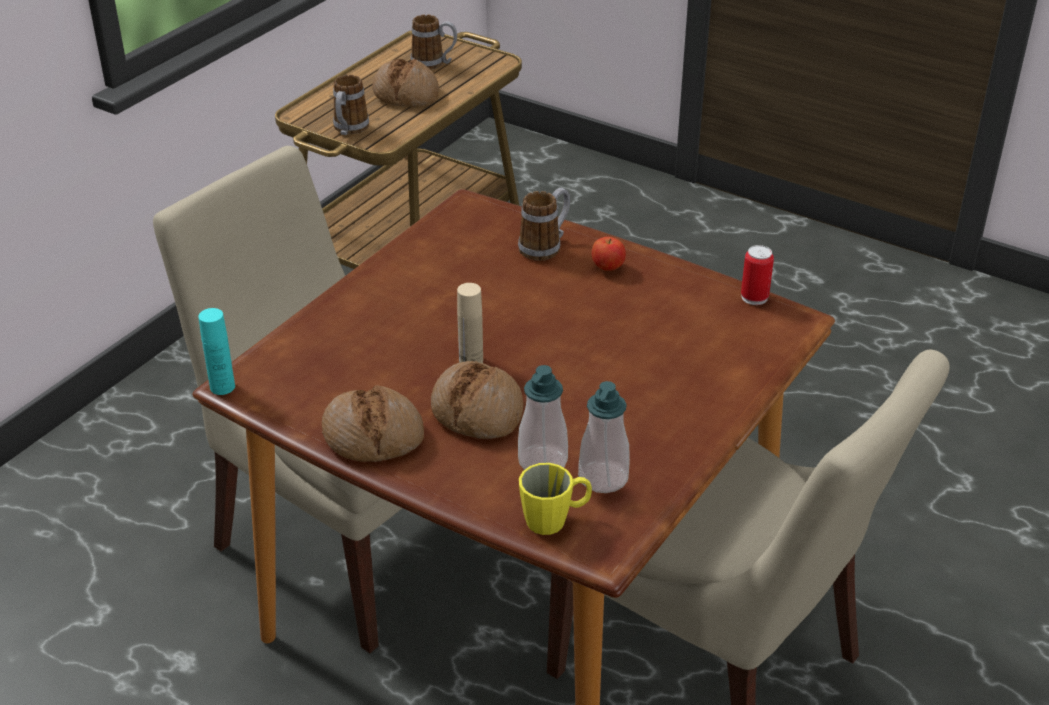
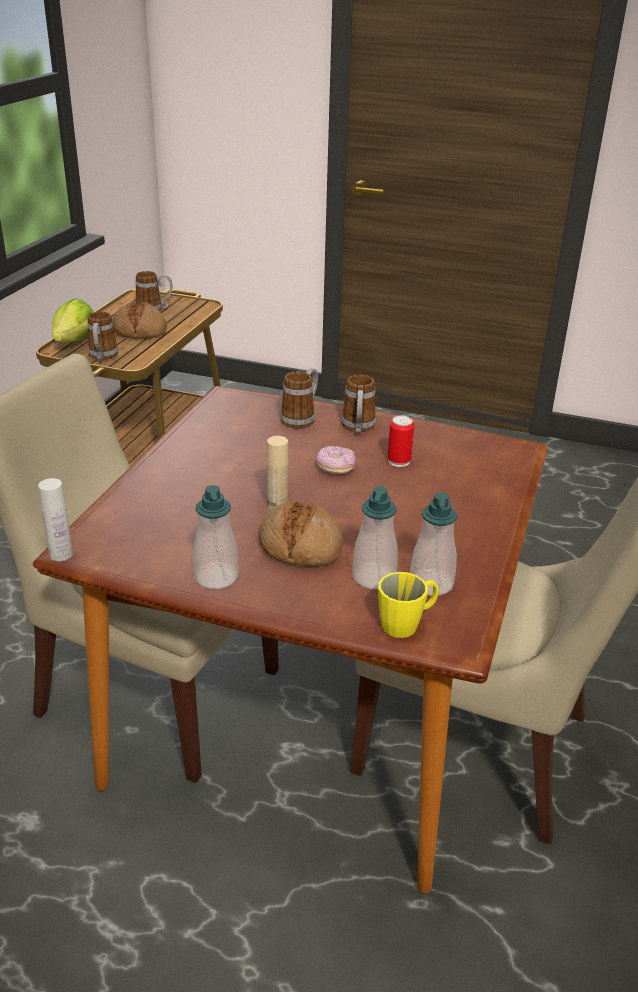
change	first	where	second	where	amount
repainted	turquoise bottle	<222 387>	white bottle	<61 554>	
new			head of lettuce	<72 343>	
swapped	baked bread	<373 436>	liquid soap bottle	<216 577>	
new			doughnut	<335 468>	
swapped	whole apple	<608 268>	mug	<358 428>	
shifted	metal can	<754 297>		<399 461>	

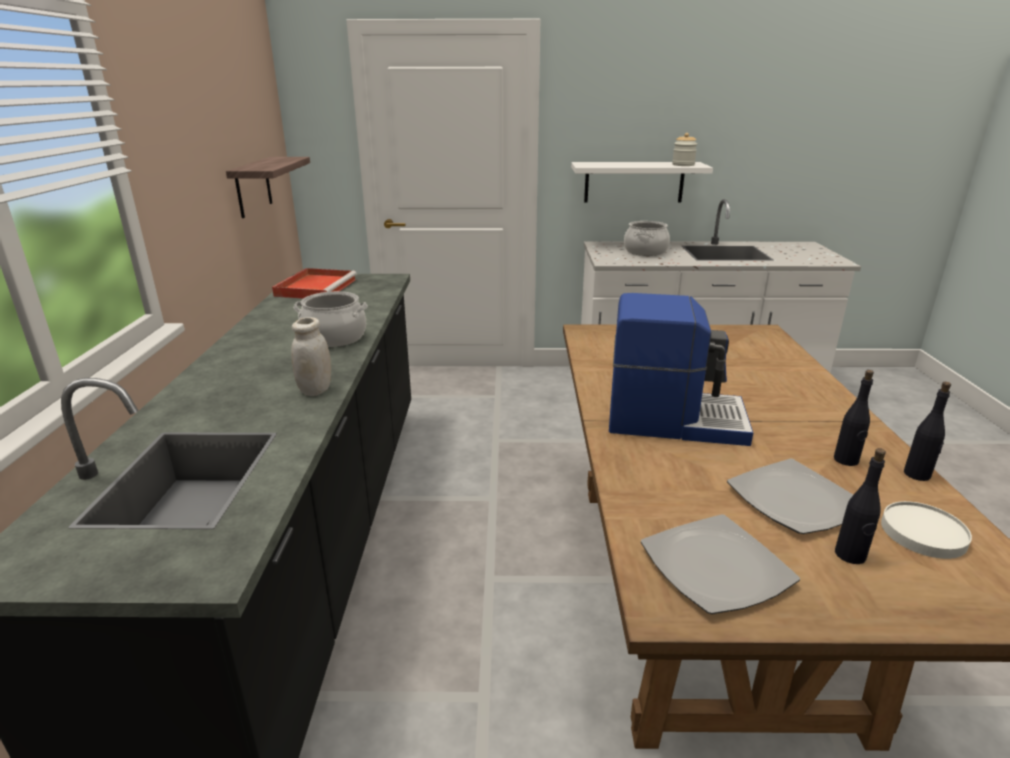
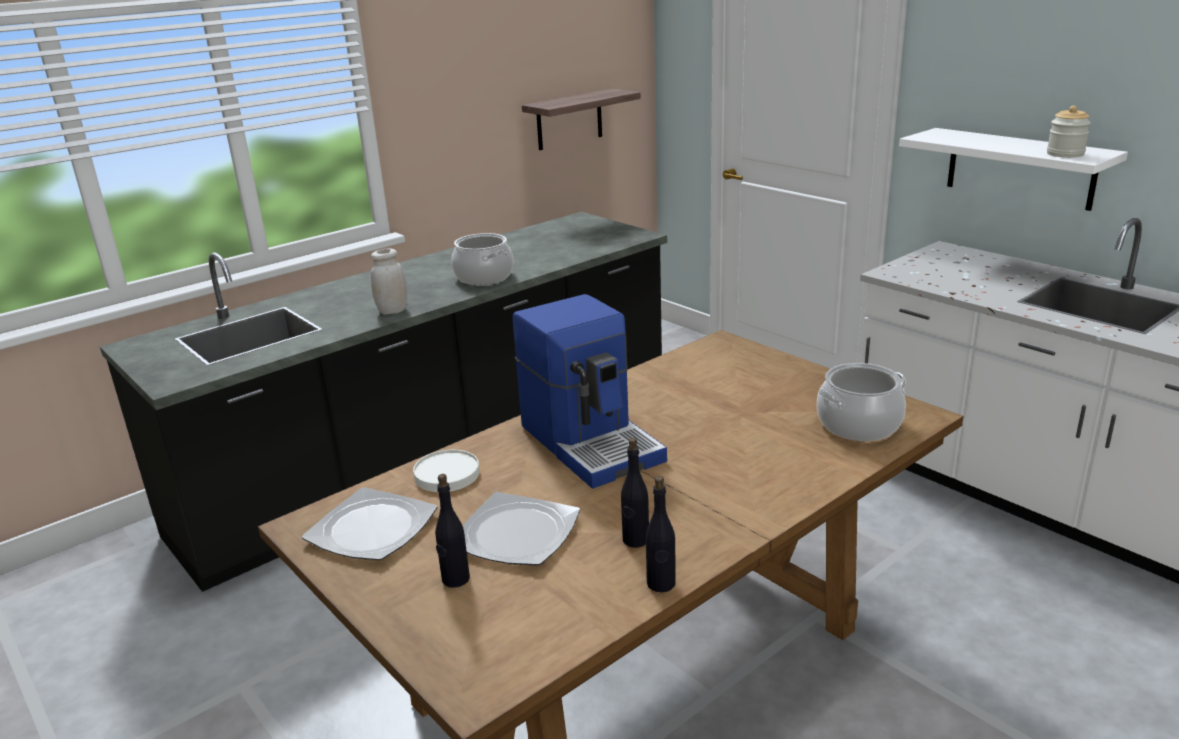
change	first	where	second	where	amount
shifted	white plate	<923 533>		<447 474>	
shifted	saucepot	<645 251>		<858 424>	
gone	red-coloured carrying tray	<316 287>			

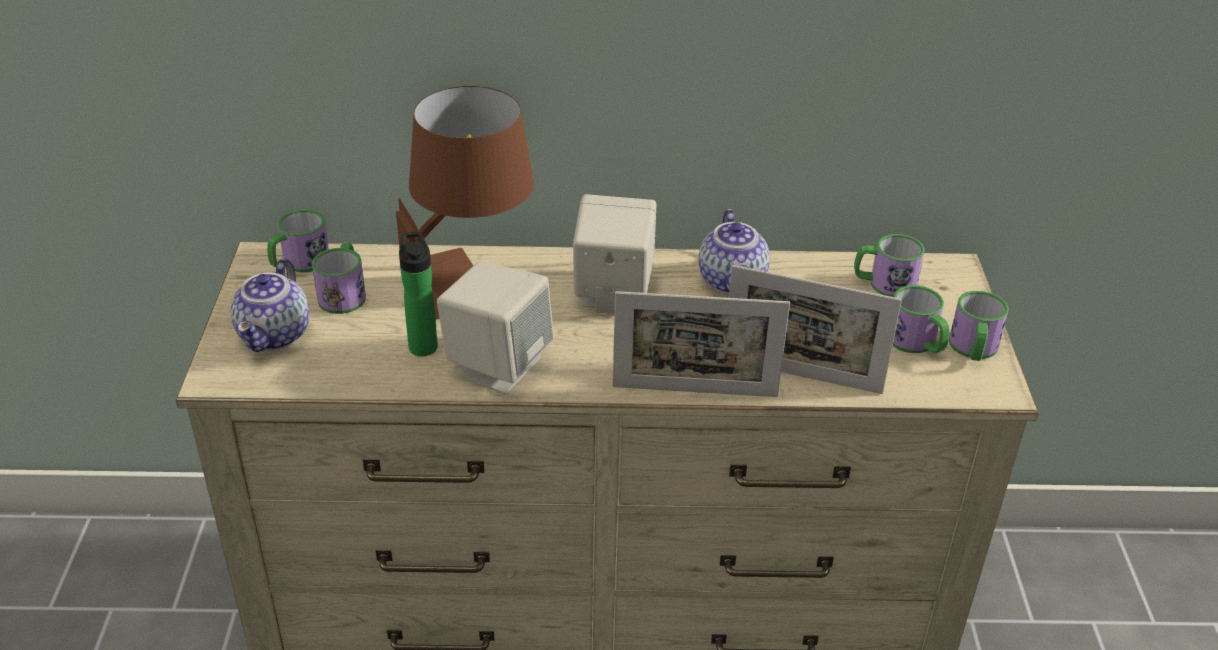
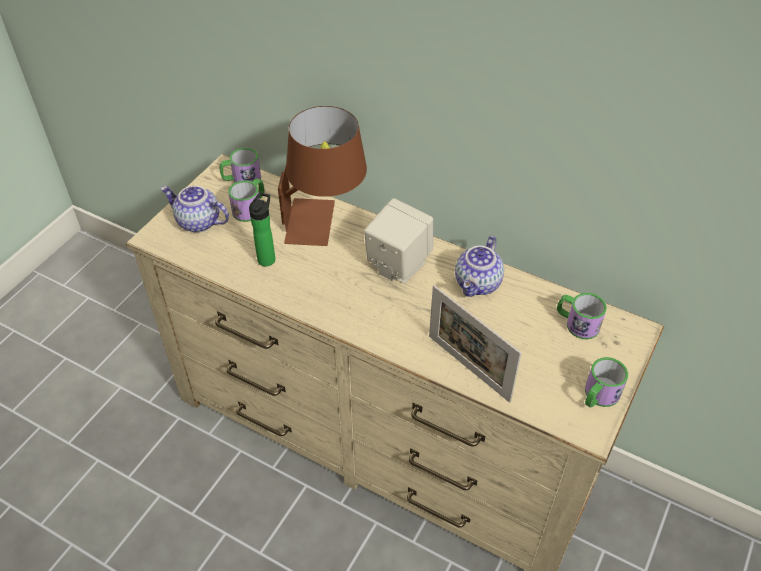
change	first	where	second	where	amount
rotated	pot for tea	<276 336>		<197 222>	75 degrees clockwise
gone	beige-coloured loudspeaker	<498 365>			
gone	picture frame	<694 391>			
gone	mug	<917 343>			

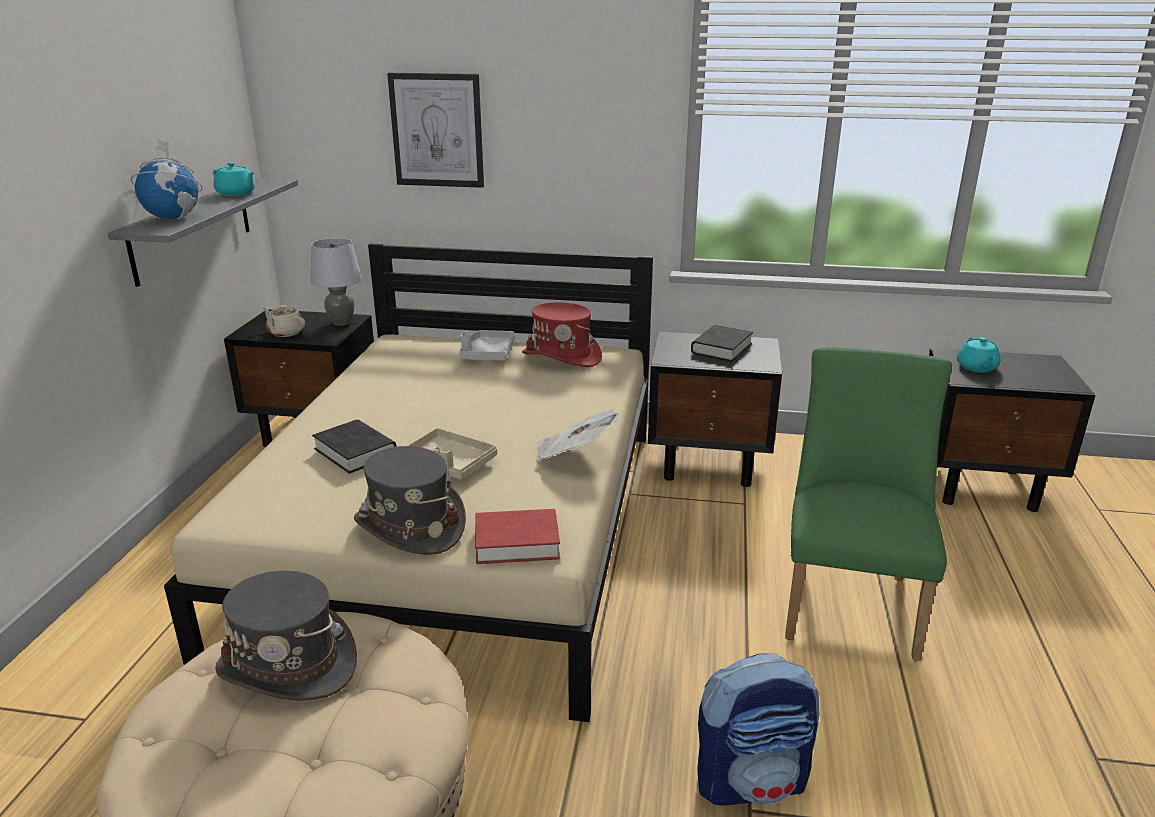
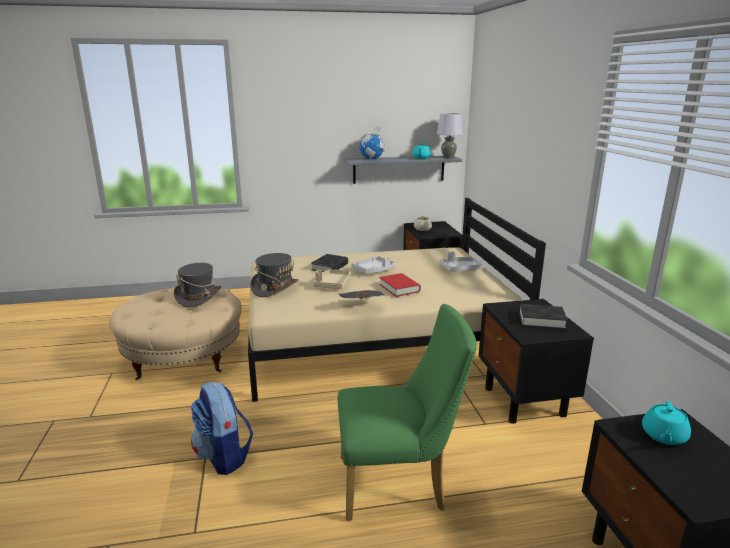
change	first	where	second	where	amount
new			gray carrying tray	<373 270>	
shifted	red-coloured book	<517 542>		<399 288>	
shifted	gray lamp for a table	<341 322>		<448 158>	
rotated	turquoise pot for tea	<976 368>		<663 436>	45 degrees counterclockwise
gone	wall picture	<437 130>			
gone	red-coloured wearable hat	<562 356>			

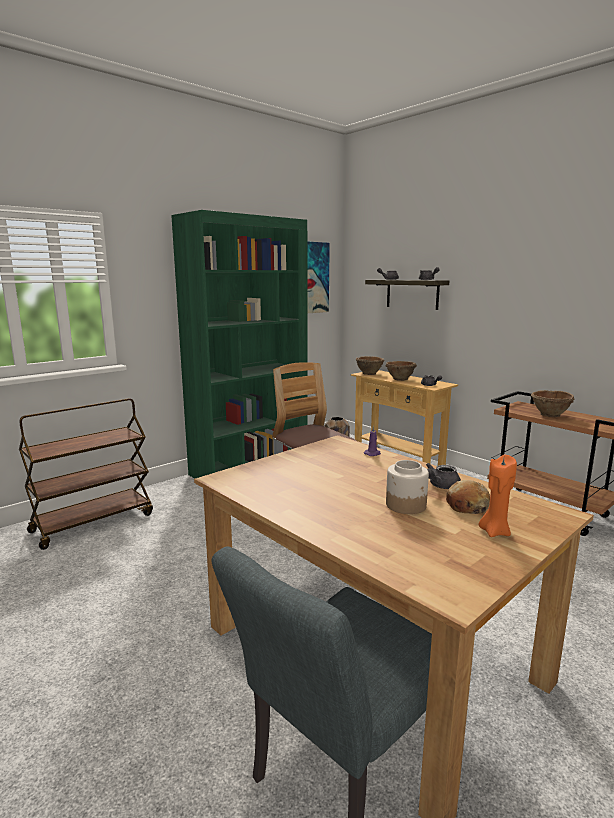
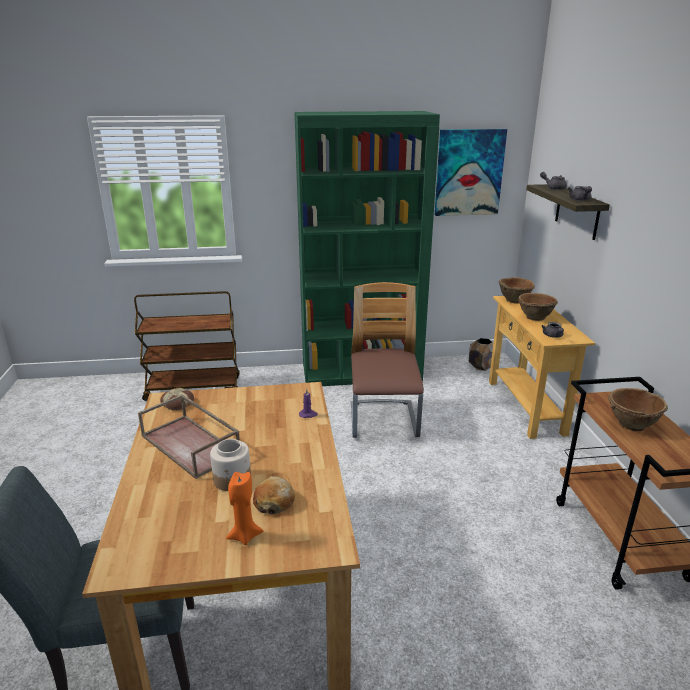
change	first	where	second	where	amount
new			brown-coloured carrying tray	<191 445>	
new			baked bread	<178 403>	
gone	gray pot for tea	<440 486>			

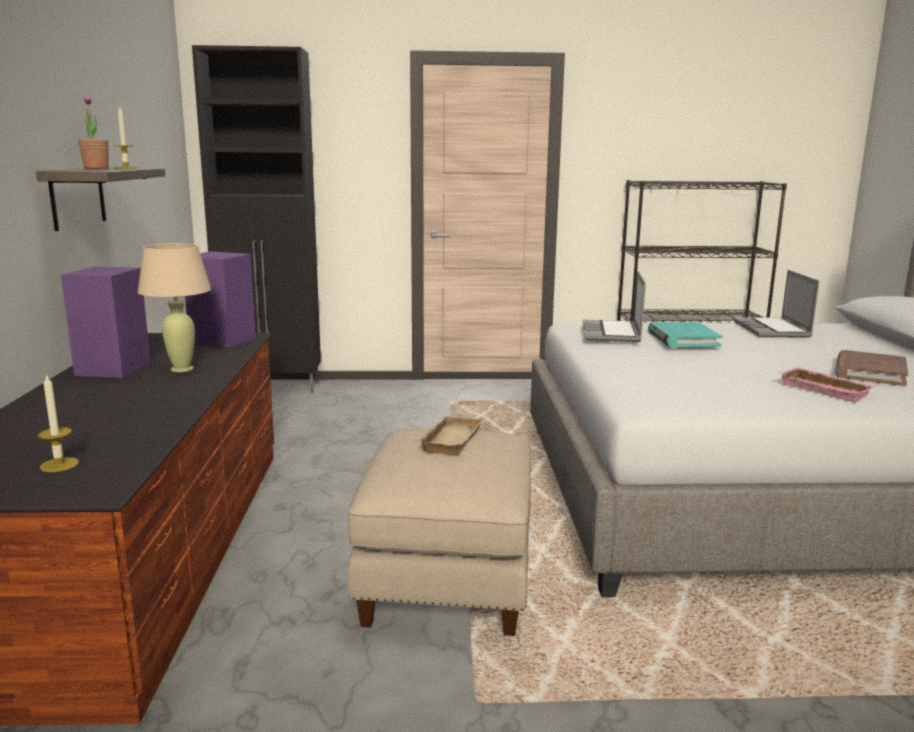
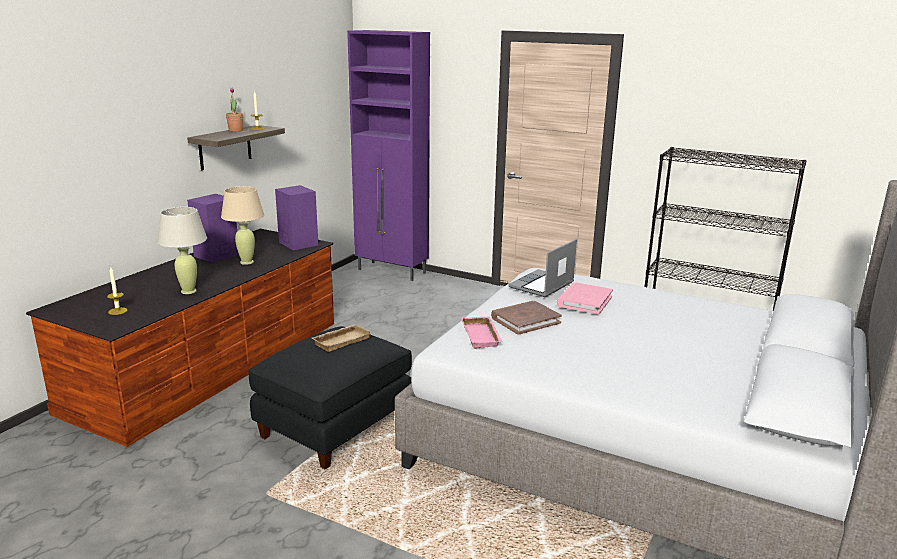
change	first	where	second	where	amount
new			beige-coloured lamp for a table	<188 291>	
repainted	beige-coloured footrest	<446 577>	black-coloured footrest	<334 426>	
repainted	black-coloured cabinet	<273 387>	purplish cabinet	<392 271>	
shifted	pink-coloured carrying tray	<827 389>		<482 336>	
shifted	brown-coloured book	<869 372>		<525 320>	
repainted	turquoise book	<682 339>	pink-coloured book	<584 301>	
gone	laptop	<773 330>			

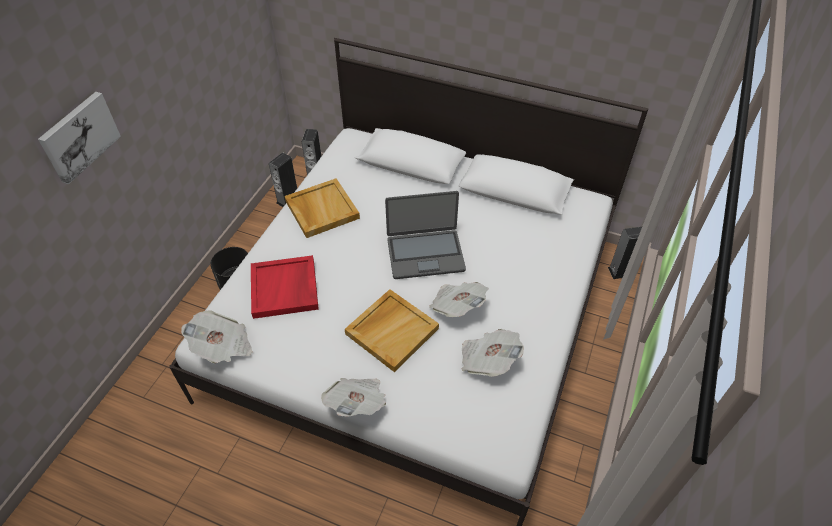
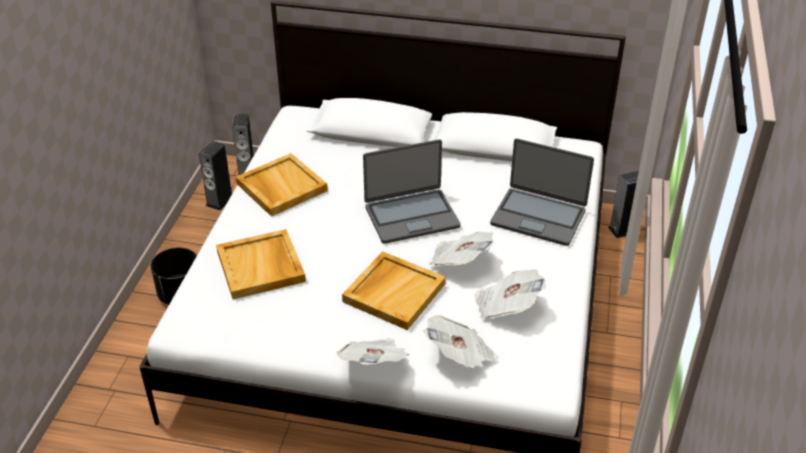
change	first	where	second	where	amount
repainted	red-coloured carrying tray	<285 289>	beige-coloured carrying tray	<261 267>	
shifted	newspaper	<223 347>		<460 356>	
new			laptop	<538 217>	
gone	wall picture	<79 136>			

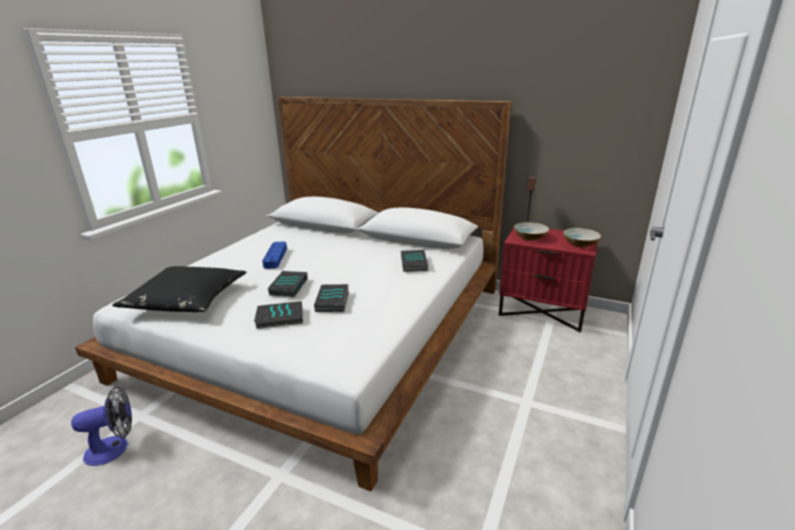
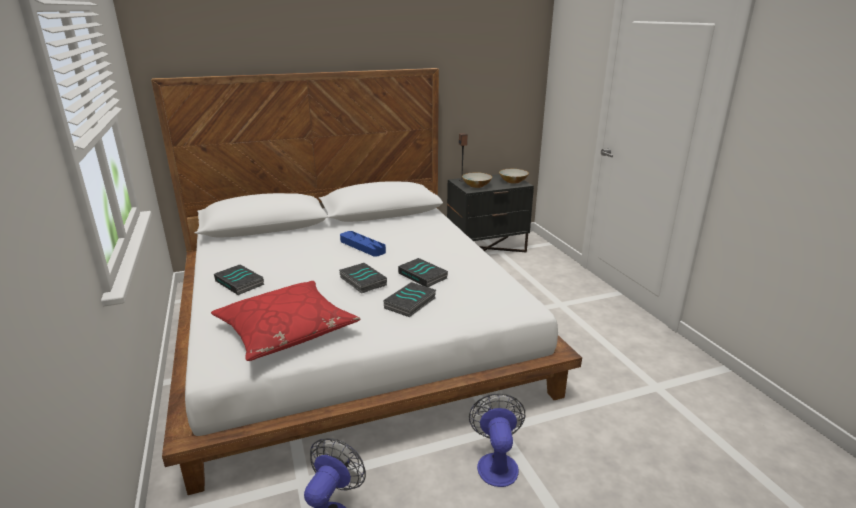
change	first	where	second	where	amount
repainted	black-coloured cushion	<187 299>	red-coloured cushion	<286 330>	
shifted	book	<414 263>		<240 283>	
shifted	blue-coloured carrying tray	<275 257>		<362 246>	
repainted	red-coloured nightstand	<542 311>	black-coloured nightstand	<487 248>	
new			fan	<496 463>	

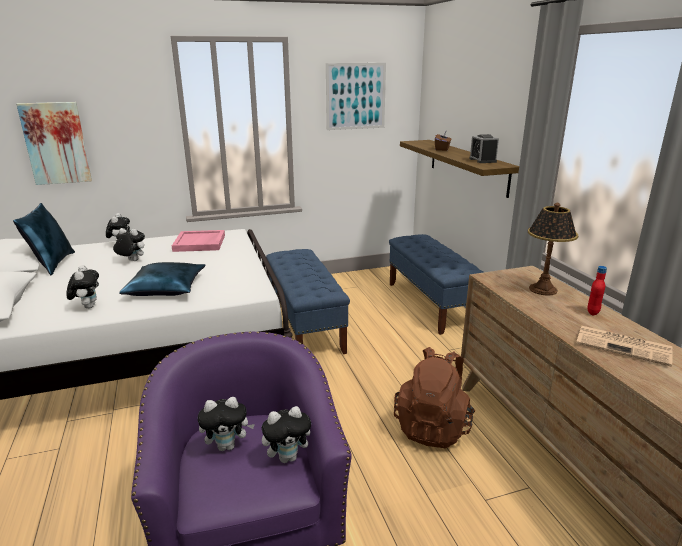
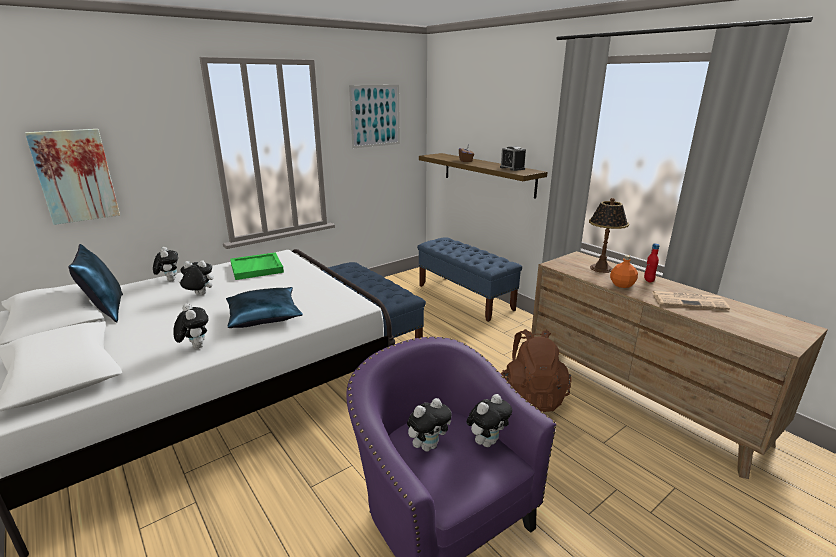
change	first	where	second	where	amount
repainted	pink-coloured carrying tray	<200 243>	green-coloured carrying tray	<257 268>	
new			orange bottle	<621 285>	

